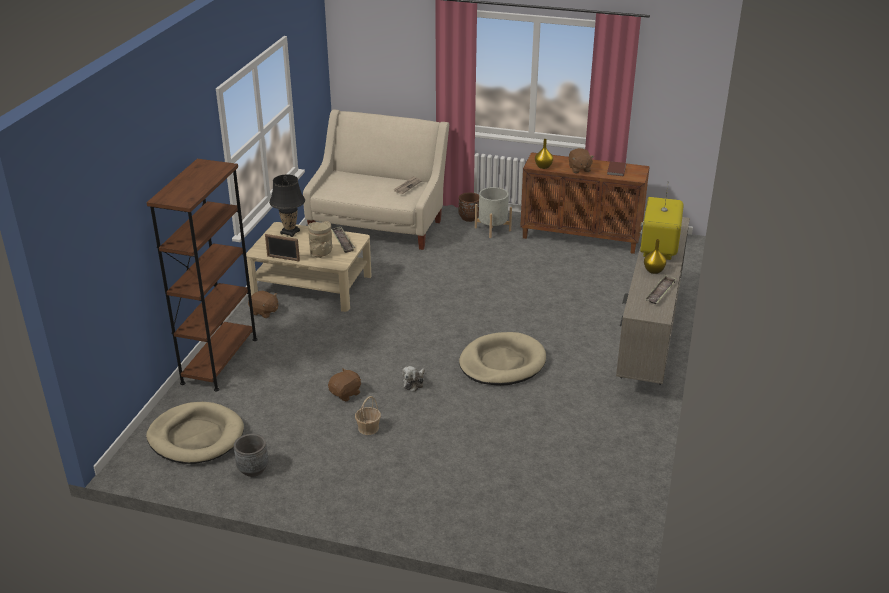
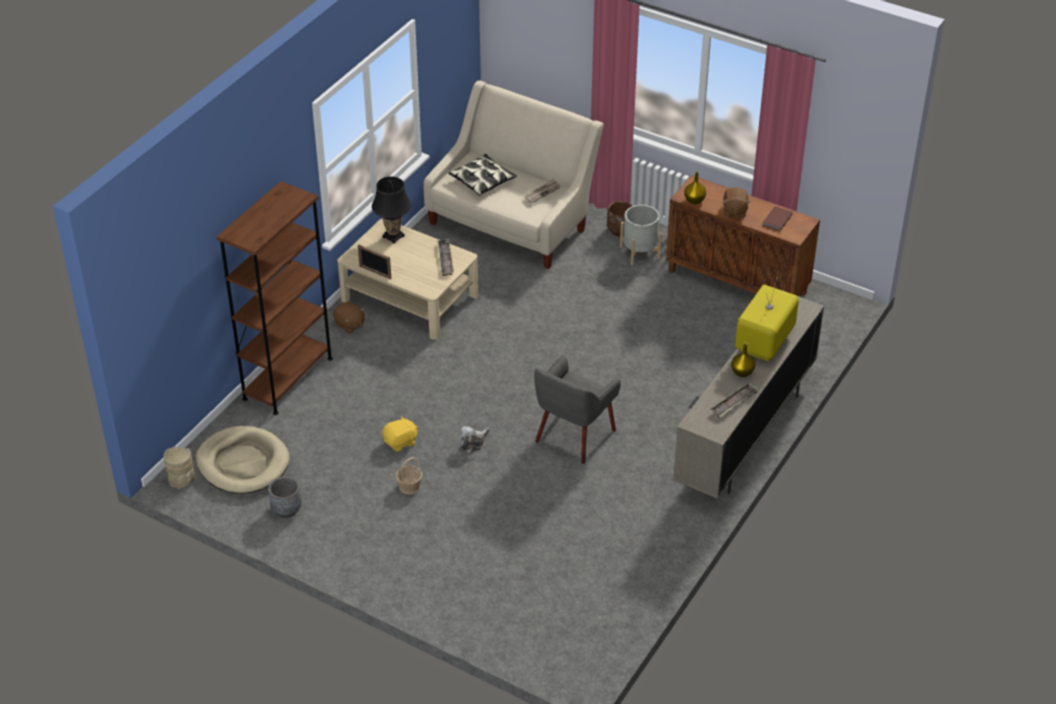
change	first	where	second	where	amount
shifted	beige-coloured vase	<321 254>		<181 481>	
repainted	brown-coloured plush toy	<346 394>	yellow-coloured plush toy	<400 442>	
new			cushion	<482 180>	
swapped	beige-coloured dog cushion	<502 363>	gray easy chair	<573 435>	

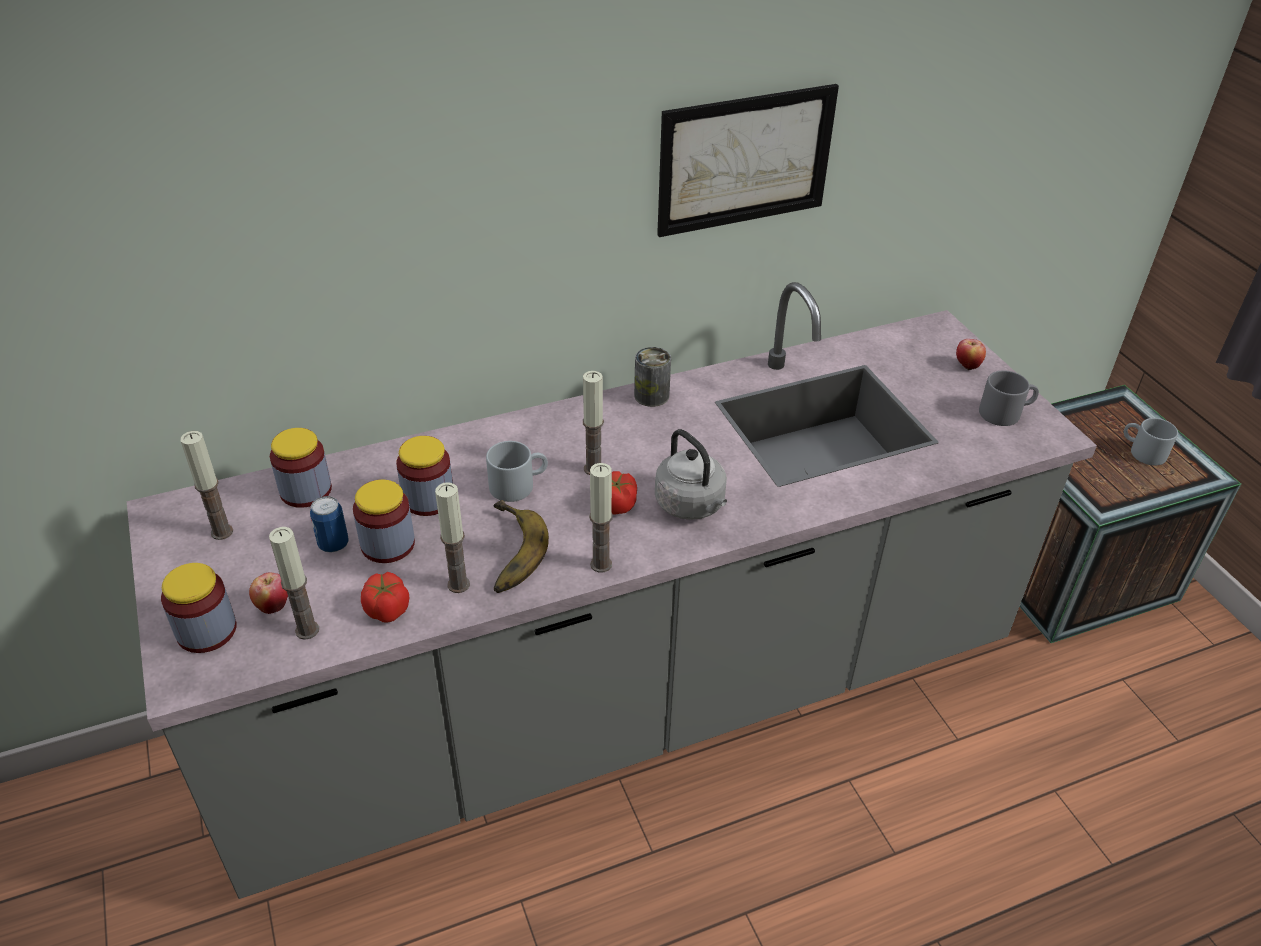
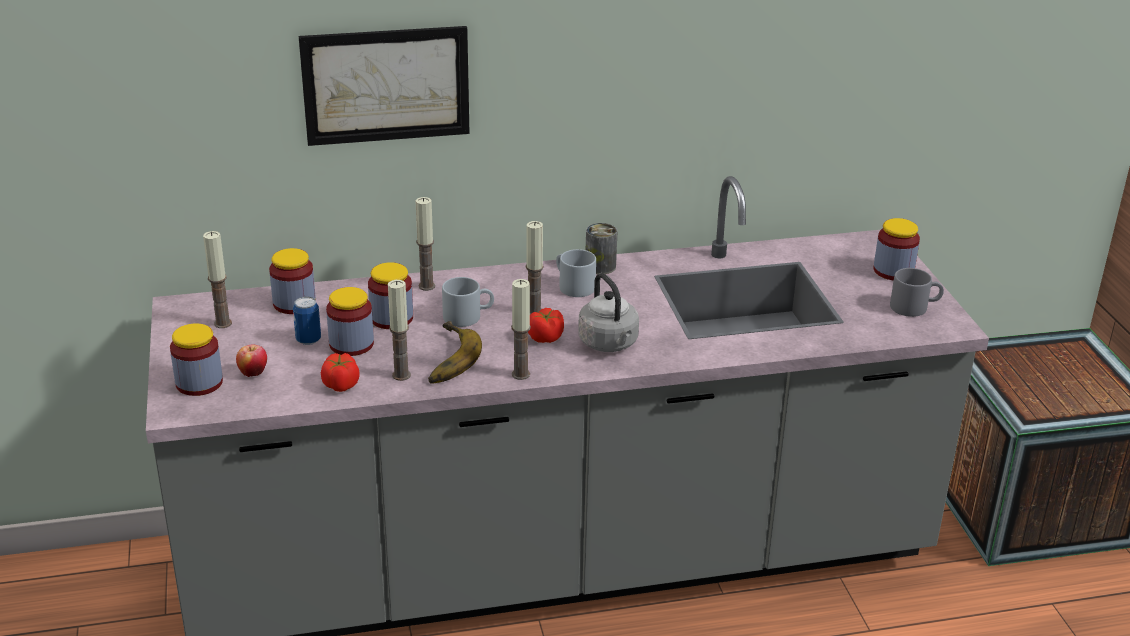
change	first	where	second	where	amount
shifted	wall picture	<745 160>		<386 85>	
shifted	wax candle	<307 630>		<427 286>	
shifted	gray mug	<1142 452>		<572 286>	
swapped	whole apple	<967 366>	storage jar	<893 271>	

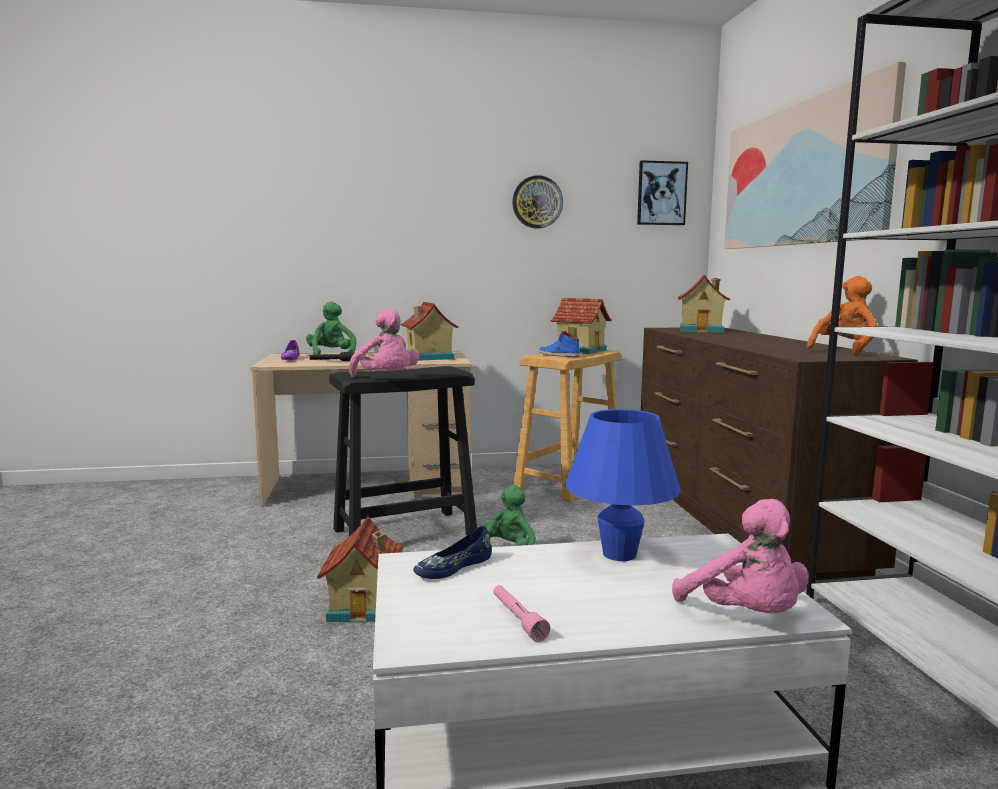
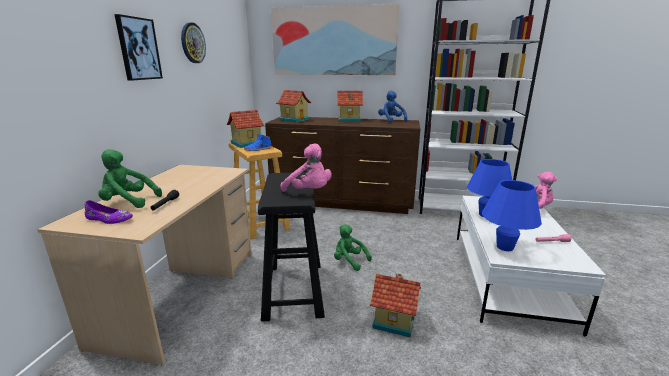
change	first	where	second	where	amount
shifted	wall picture	<661 193>		<138 49>	
rotated	pink-coloured plush toy	<386 379>		<309 192>	60 degrees clockwise
shifted	toy house	<428 357>		<349 120>	
repainted	orange plush toy	<844 350>	blue-coloured plush toy	<391 120>	
swapped	blue-coloured item of footwear	<452 567>	blue-coloured lamp for a table	<505 247>	

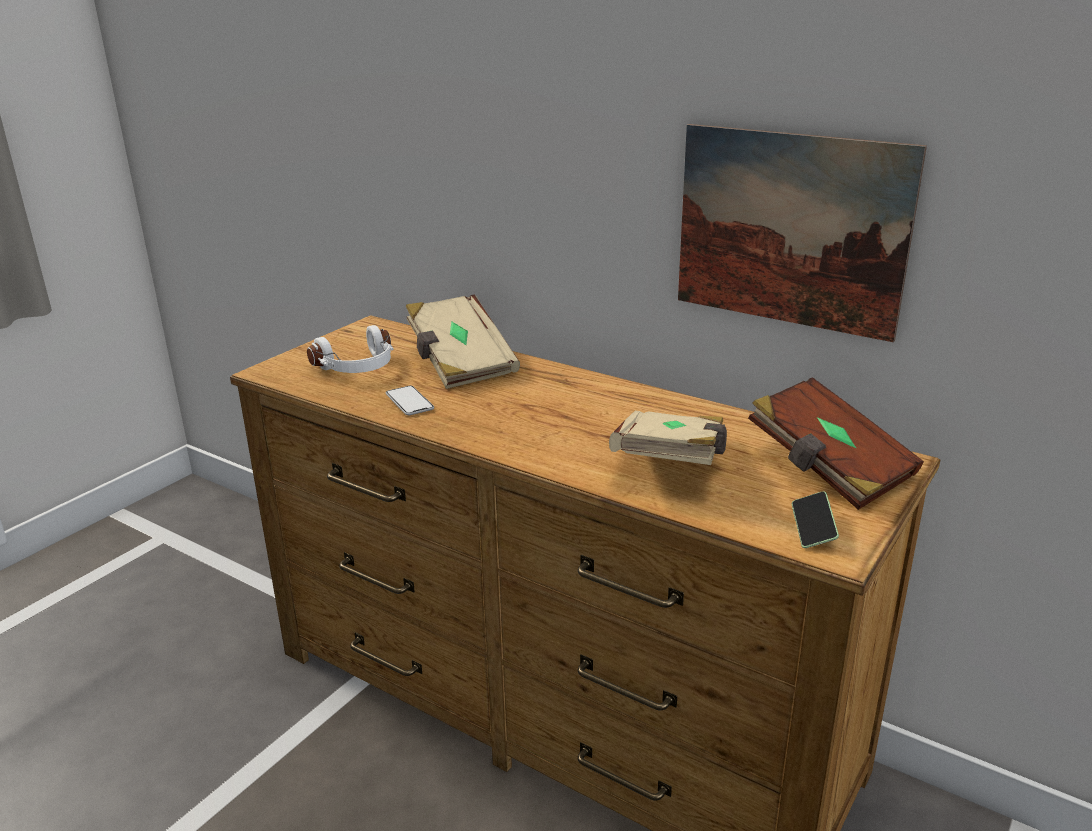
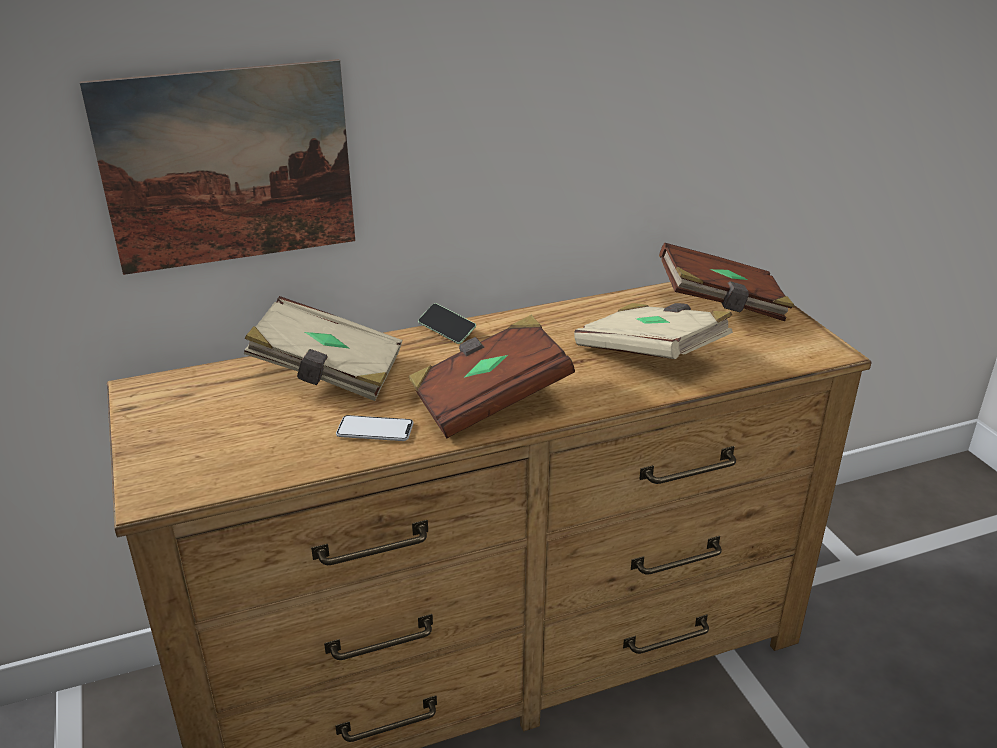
change	first	where	second	where	amount
shifted	wall picture	<790 230>		<229 167>	
new			brown-coloured book	<489 401>	
shifted	telephone	<813 528>		<447 331>	
gone	white pair of headphones	<358 368>			

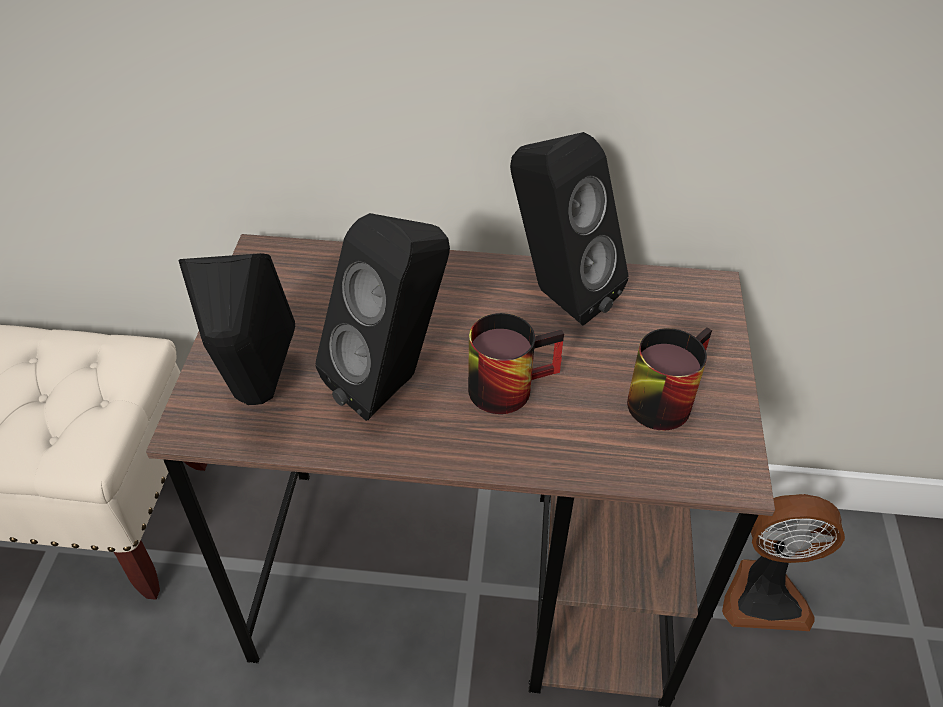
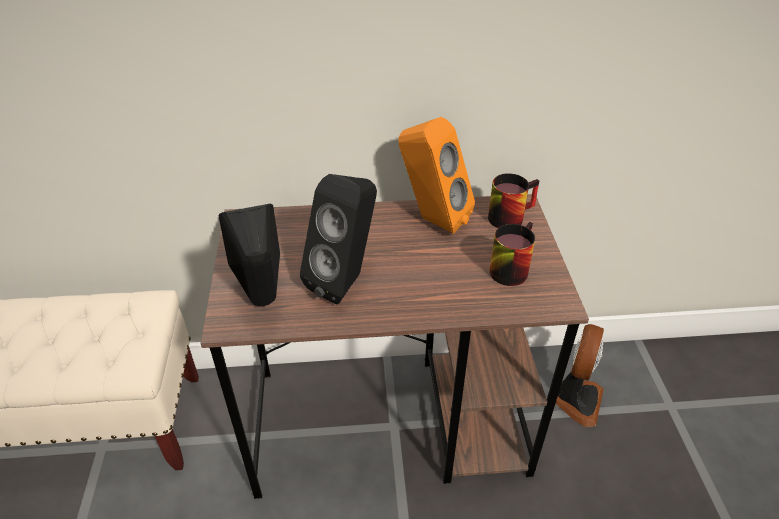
change	first	where	second	where	amount
repainted	black-coloured loudspeaker	<556 295>	orange loudspeaker	<432 219>	
shifted	mug	<508 382>		<508 215>	
rotated	fan	<764 594>		<575 399>	60 degrees counterclockwise

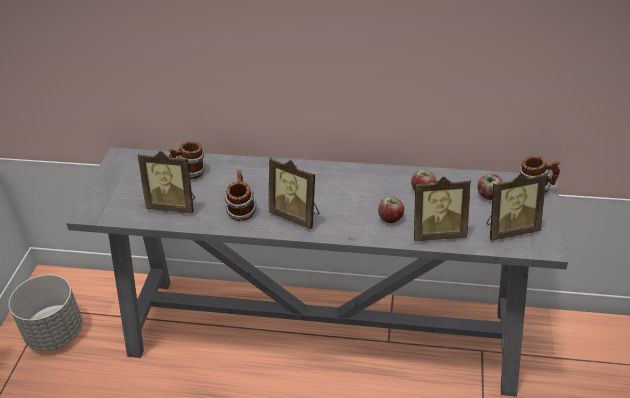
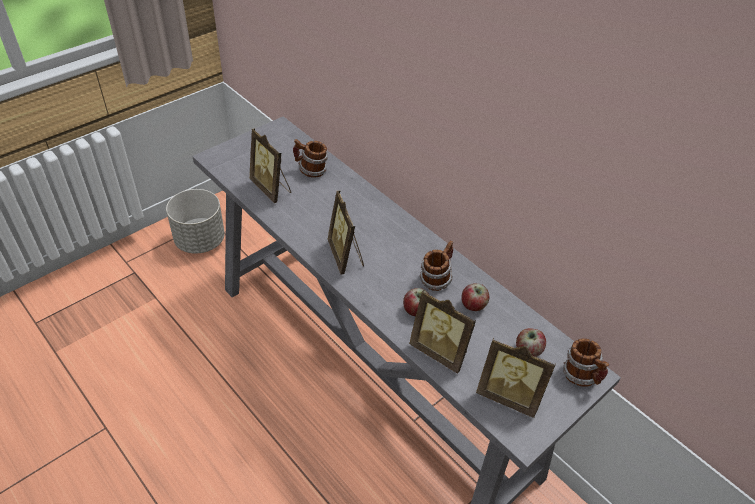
change	first	where	second	where	amount
shifted	mug	<241 211>		<436 279>	

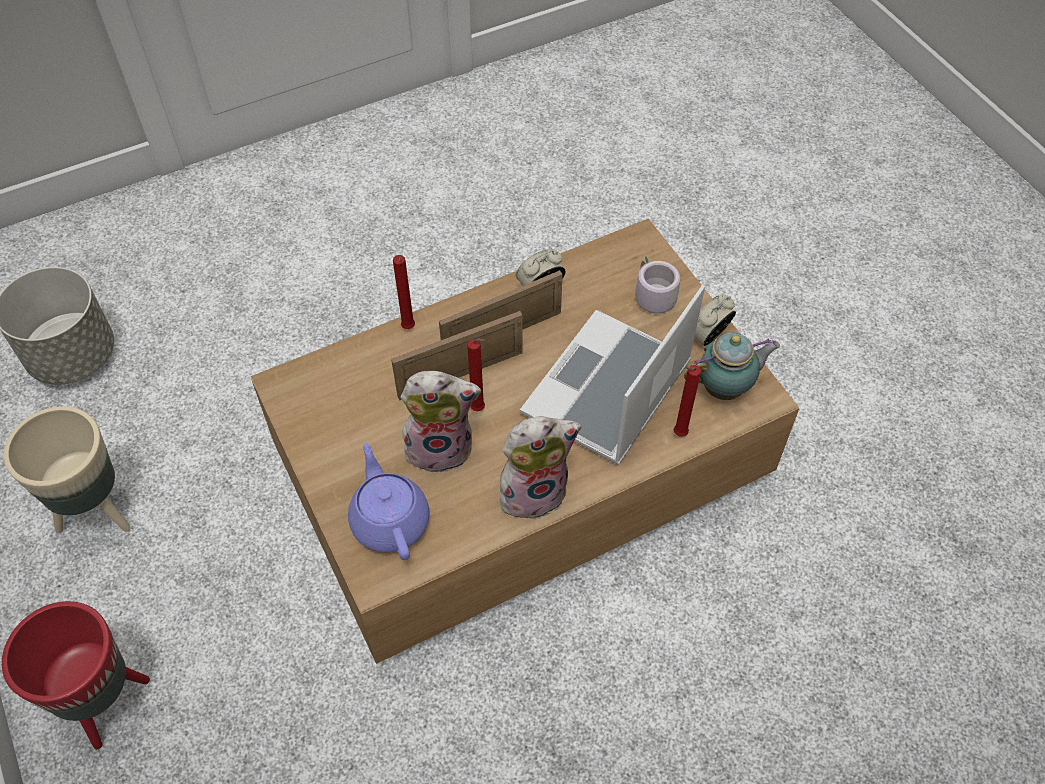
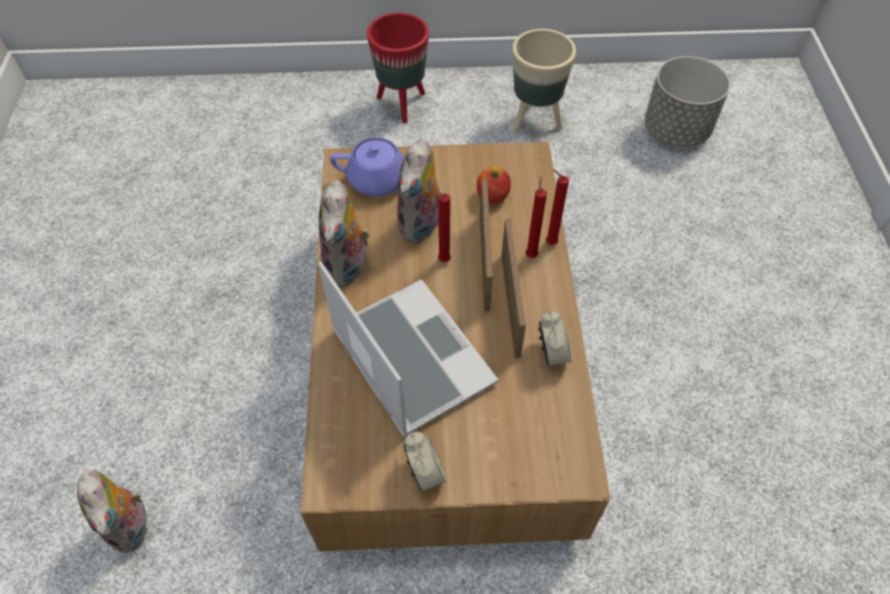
change	first	where	second	where	amount
new			plush toy	<133 526>	
new			whole apple	<492 196>	
shifted	red-coloured wax candle	<678 434>		<531 254>	
gone	gray mug	<650 296>			
gone	pot for tea	<726 388>			

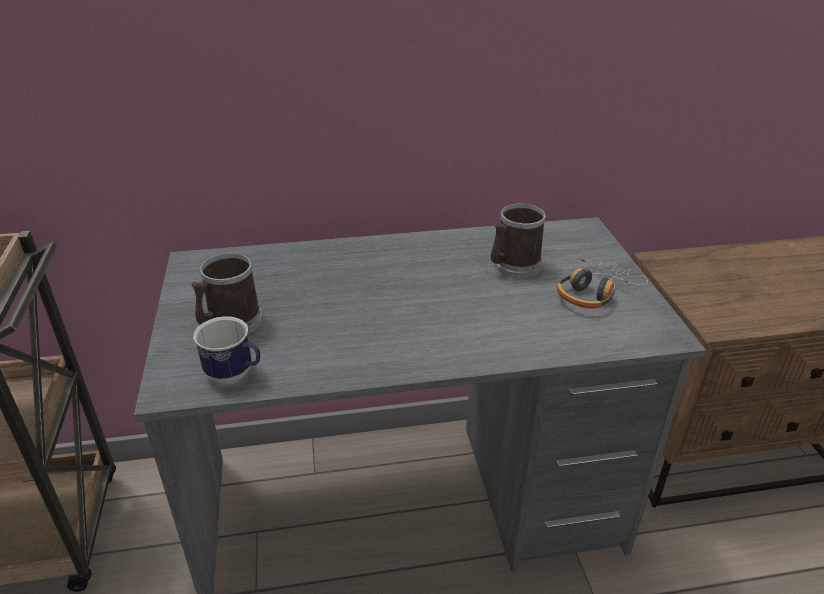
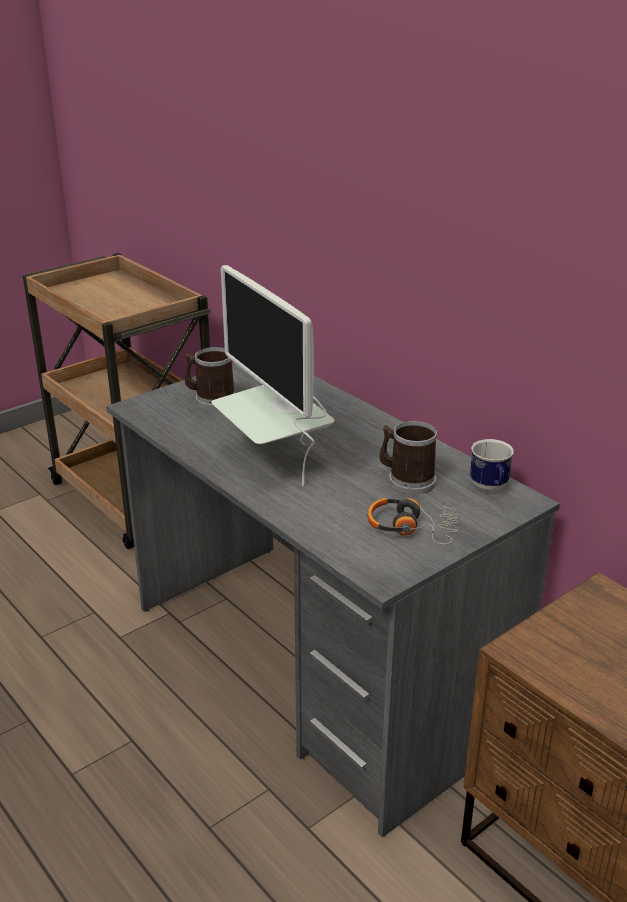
change	first	where	second	where	amount
new			computer display	<277 461>	
shifted	mug	<235 375>		<490 489>	

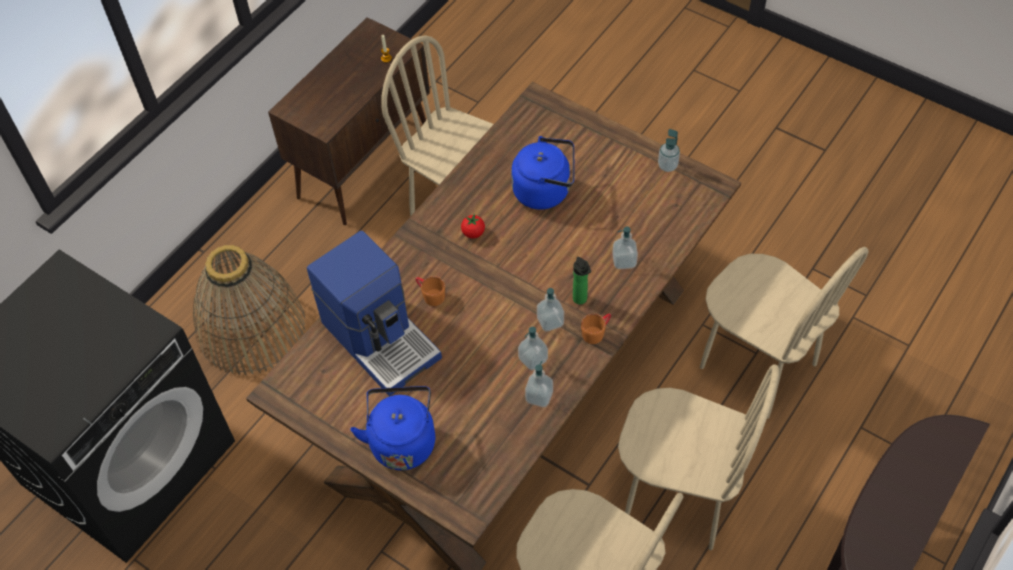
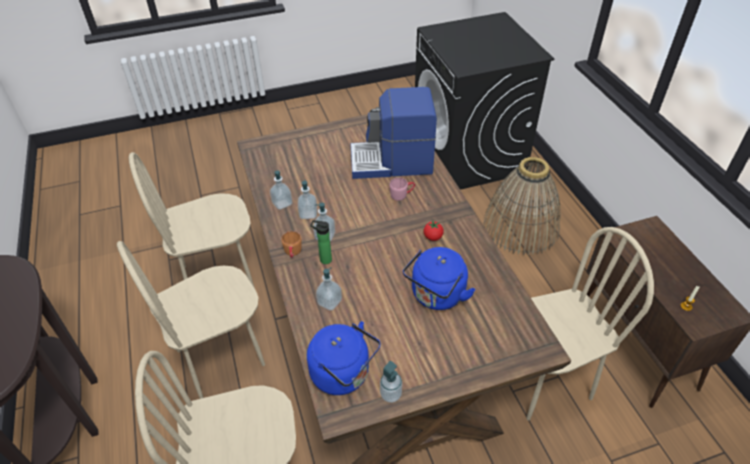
change	first	where	second	where	amount
shifted	blue-coloured water kettle	<402 440>		<344 374>	
repainted	orange mug	<430 295>	pink-coloured mug	<402 194>	

